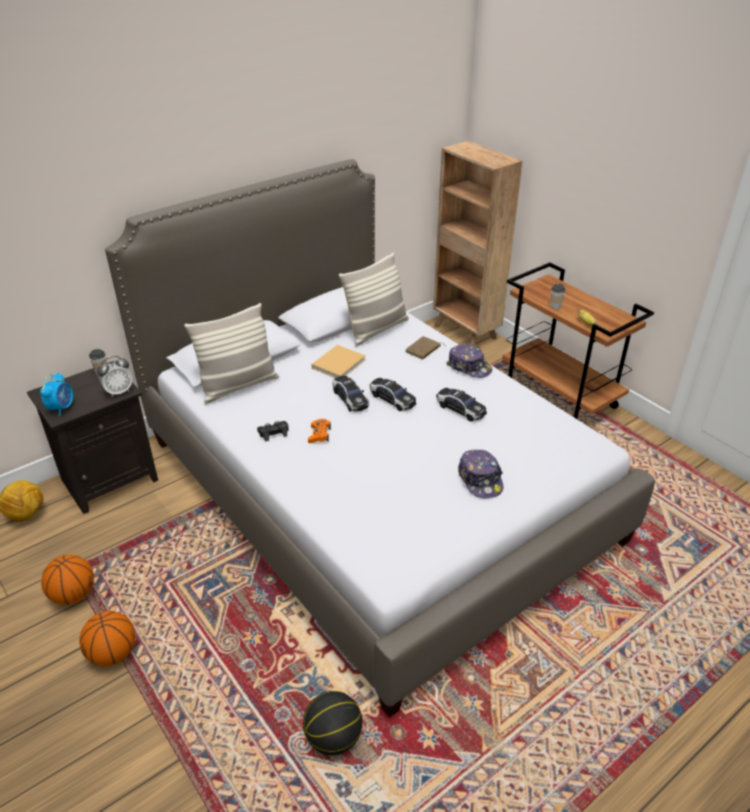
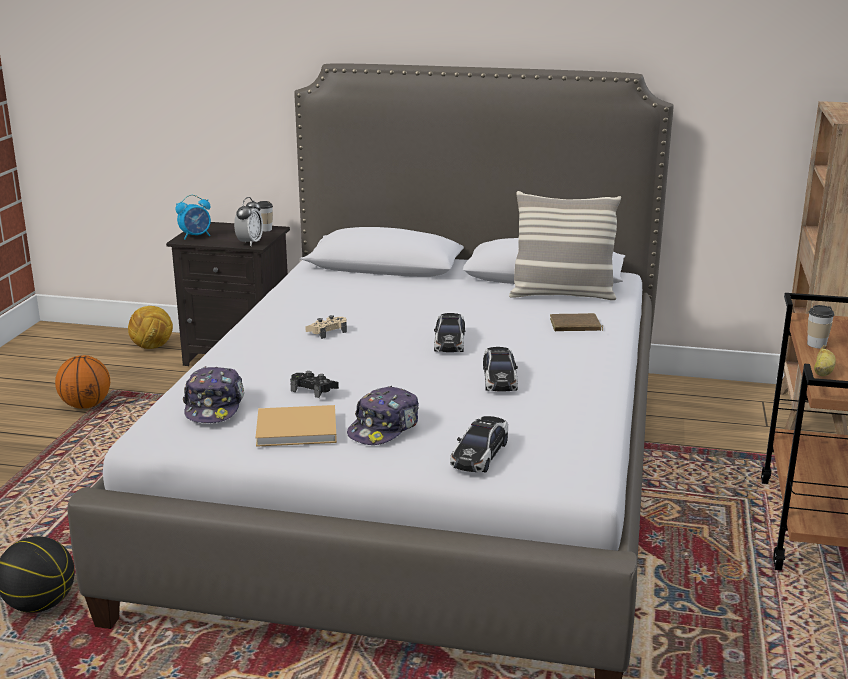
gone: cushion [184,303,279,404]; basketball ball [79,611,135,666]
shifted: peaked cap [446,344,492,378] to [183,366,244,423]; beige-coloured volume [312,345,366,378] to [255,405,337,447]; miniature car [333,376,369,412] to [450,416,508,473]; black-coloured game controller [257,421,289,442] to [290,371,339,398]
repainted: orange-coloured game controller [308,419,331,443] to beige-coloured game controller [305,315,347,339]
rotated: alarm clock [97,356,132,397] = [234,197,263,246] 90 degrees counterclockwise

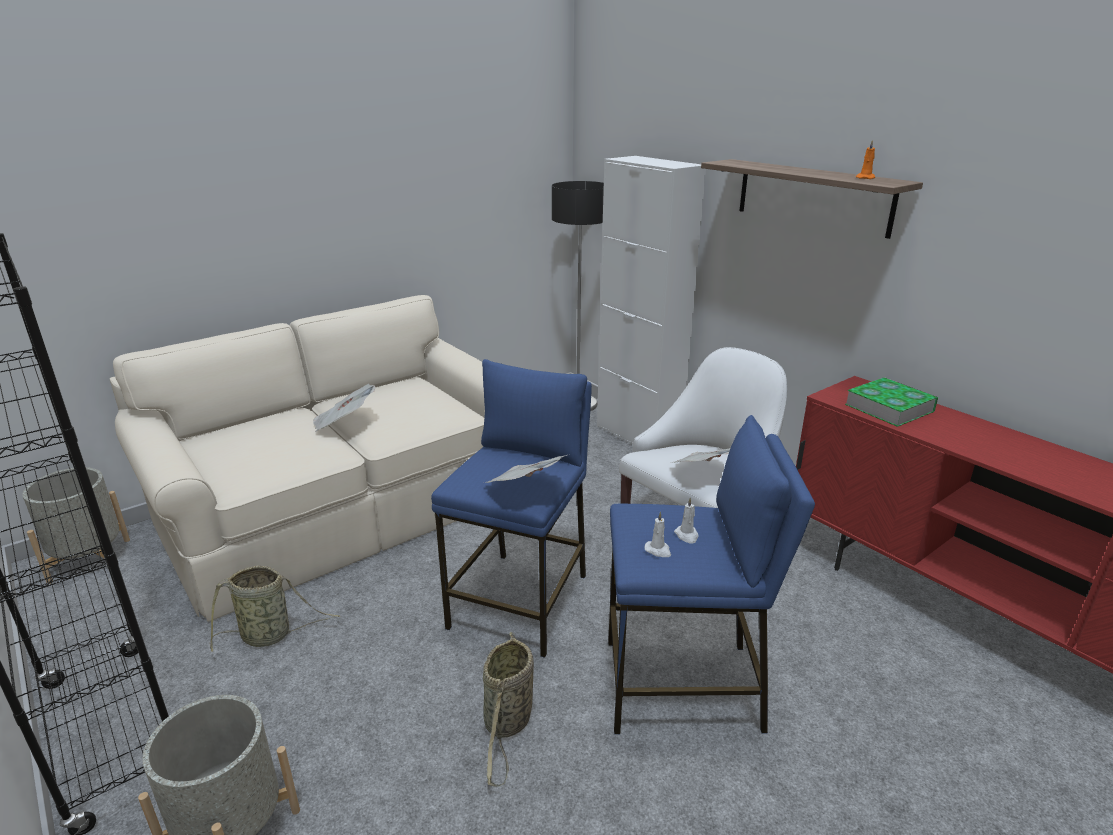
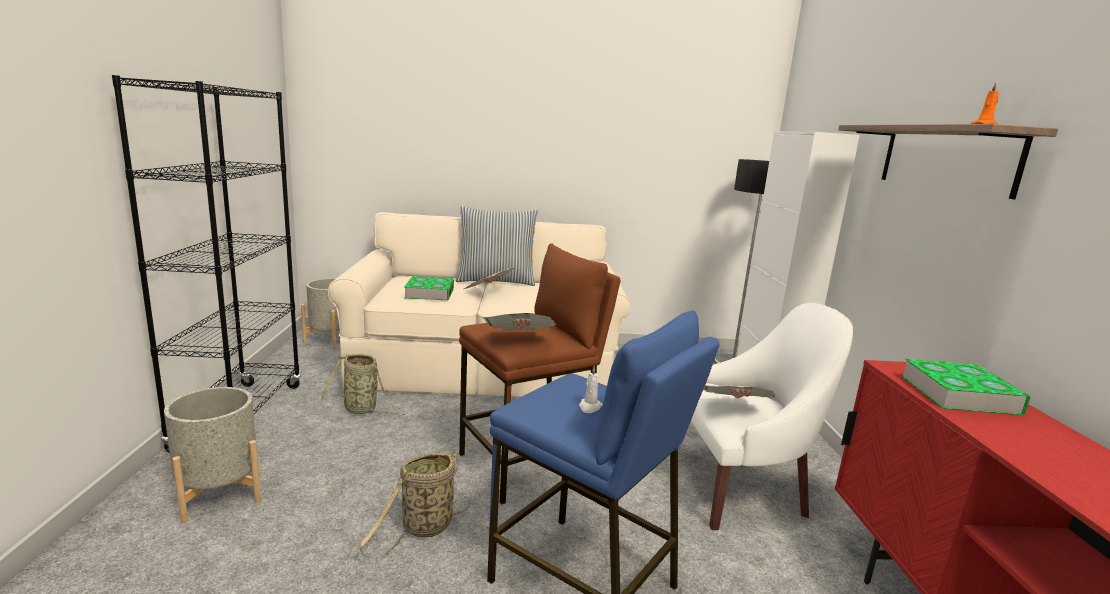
gone: whitish wax candle [644,511,671,557]
new: cushion [455,206,538,286]; volume [404,276,454,300]
repainted: bluish stool [431,359,592,658] to brown stool [459,243,620,505]

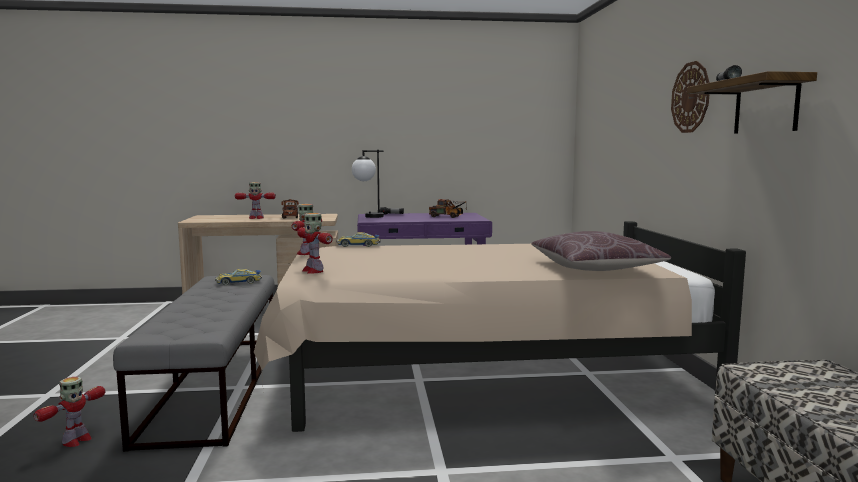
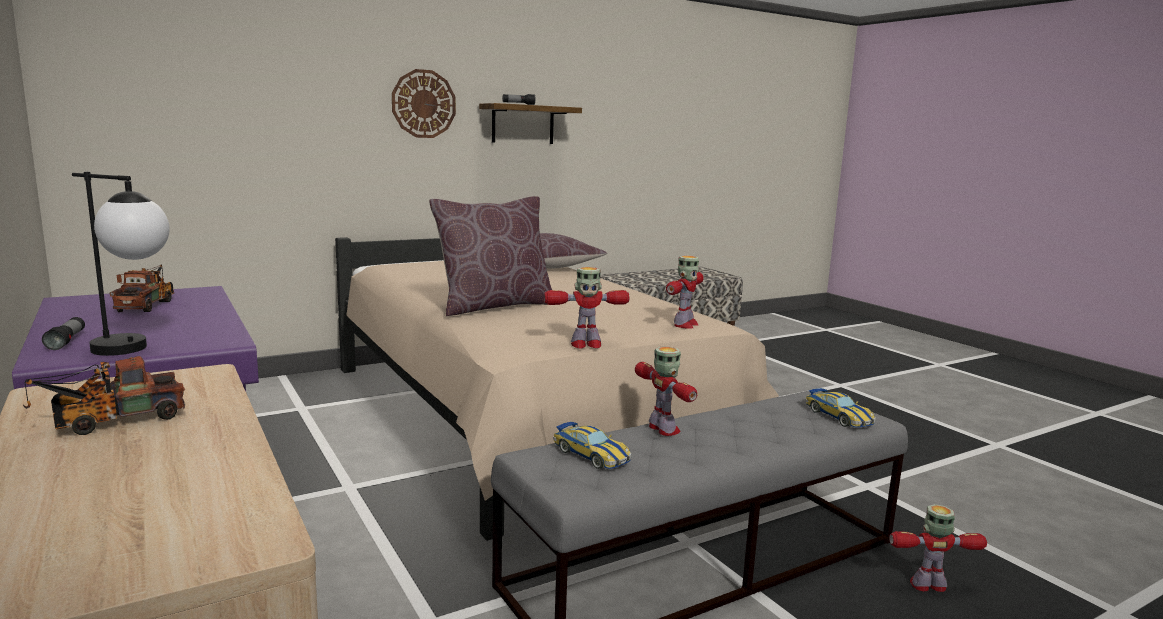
new: brown cushion [429,196,552,316]
shifted: robot figure [235,182,276,219] to [635,347,697,436]; miniature car [337,232,380,247] to [805,388,876,428]

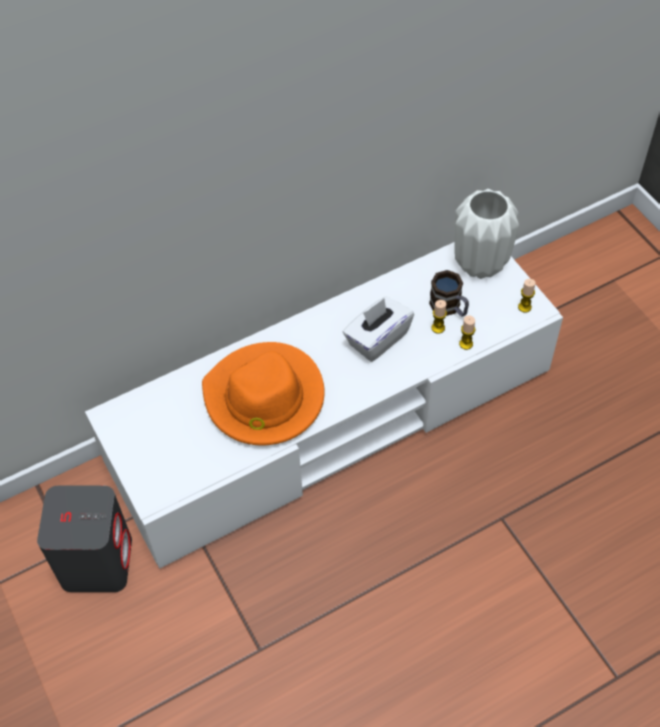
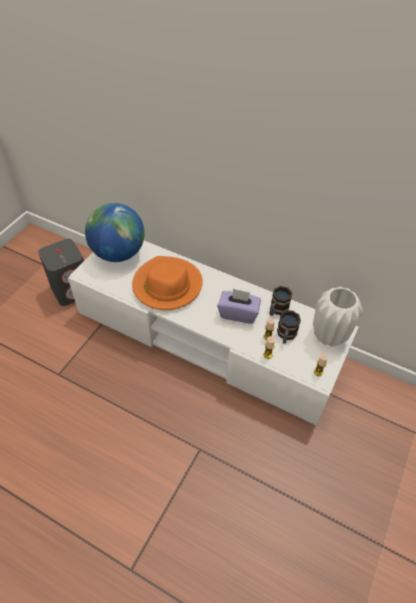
new: desk globe [85,203,145,262]; coffee mug [270,286,292,316]
repainted: whitish tissue holder [343,296,414,362] to purplish tissue holder [217,288,261,324]

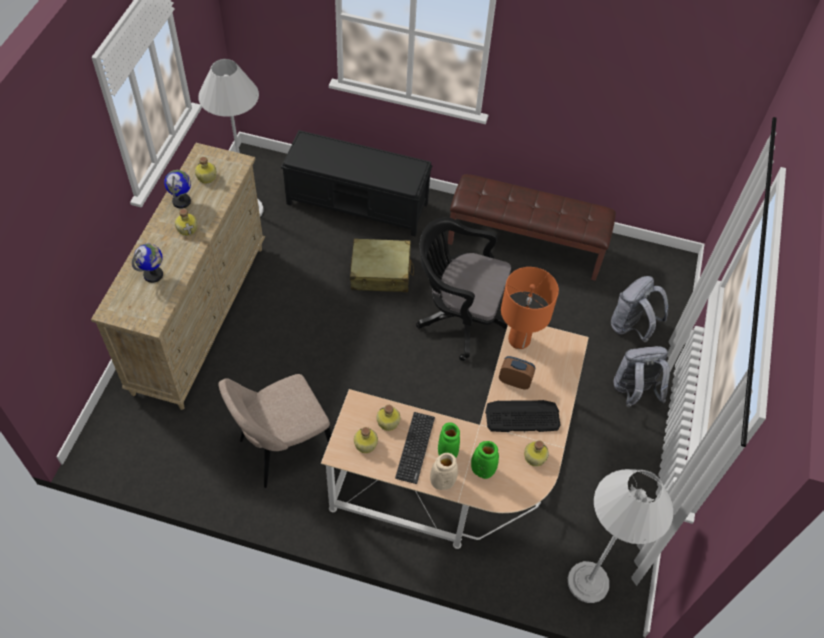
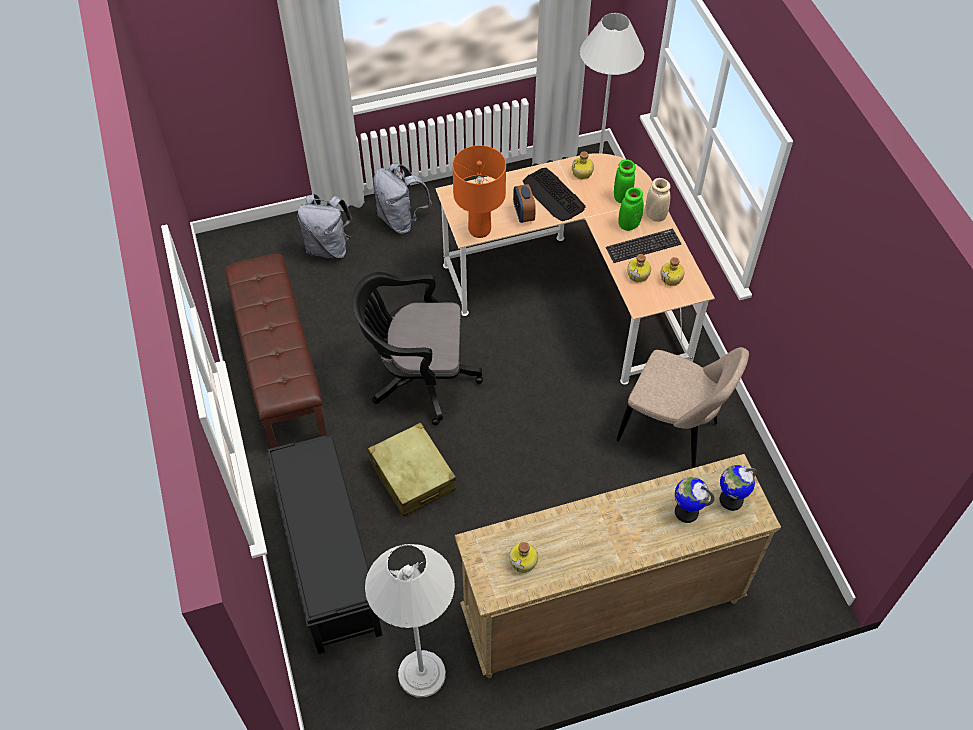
gone: beverage bottle [175,209,197,236]
shifted: desk globe [164,170,191,209] to [720,465,757,511]
rotated: black-coloured office chair [416,217,512,361] = [353,272,483,426] 105 degrees clockwise

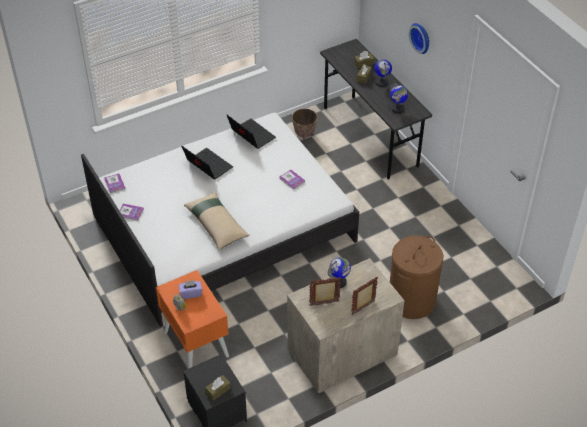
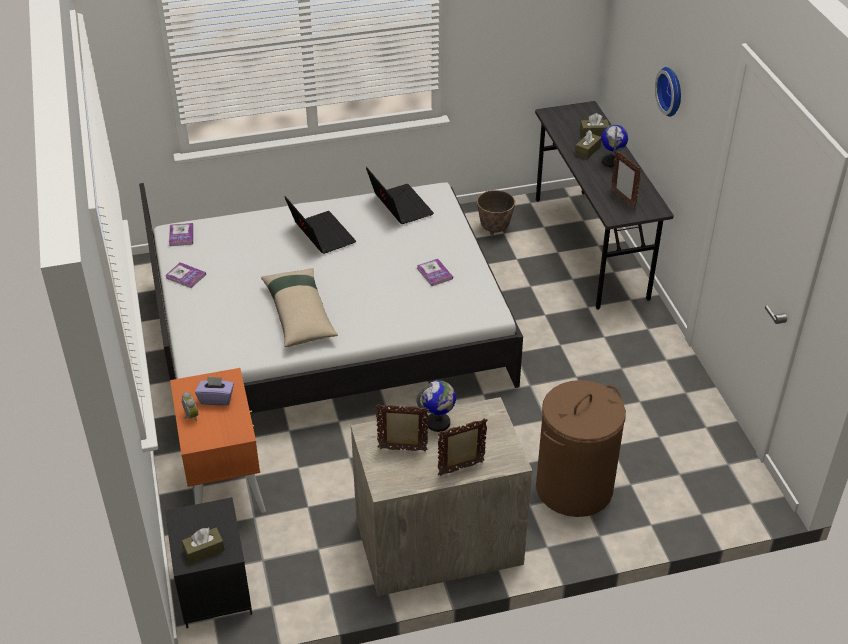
swapped: desk globe [390,84,408,113] to photo frame [611,150,642,210]

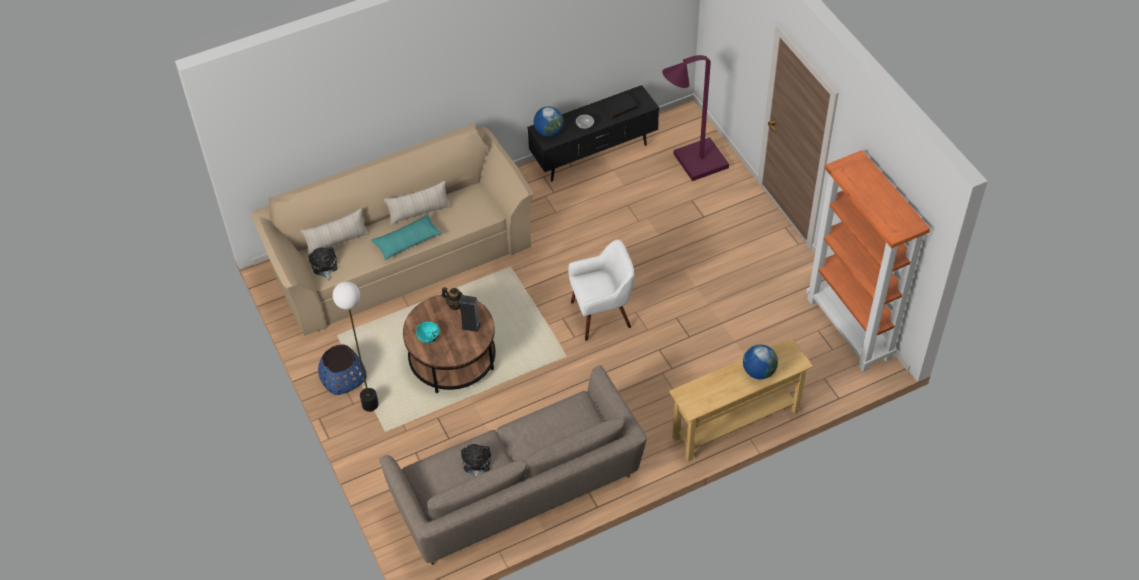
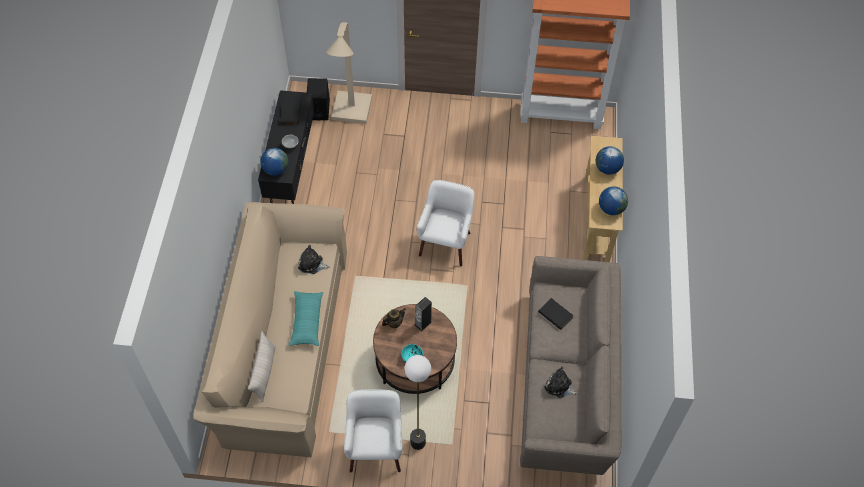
gone: beige-coloured cushion [384,181,450,225]
new: black-coloured loudspeaker [307,78,330,121]; desk globe [599,187,628,215]; black-coloured volume [538,298,574,330]
shifted: plush toy [308,247,337,281] to [298,245,330,274]
swapped: bluish flower pot [318,344,367,395] to whitish easy chair [344,390,403,472]
repainted: purplish standing lamp [662,55,729,181] to beige-coloured standing lamp [326,22,372,124]

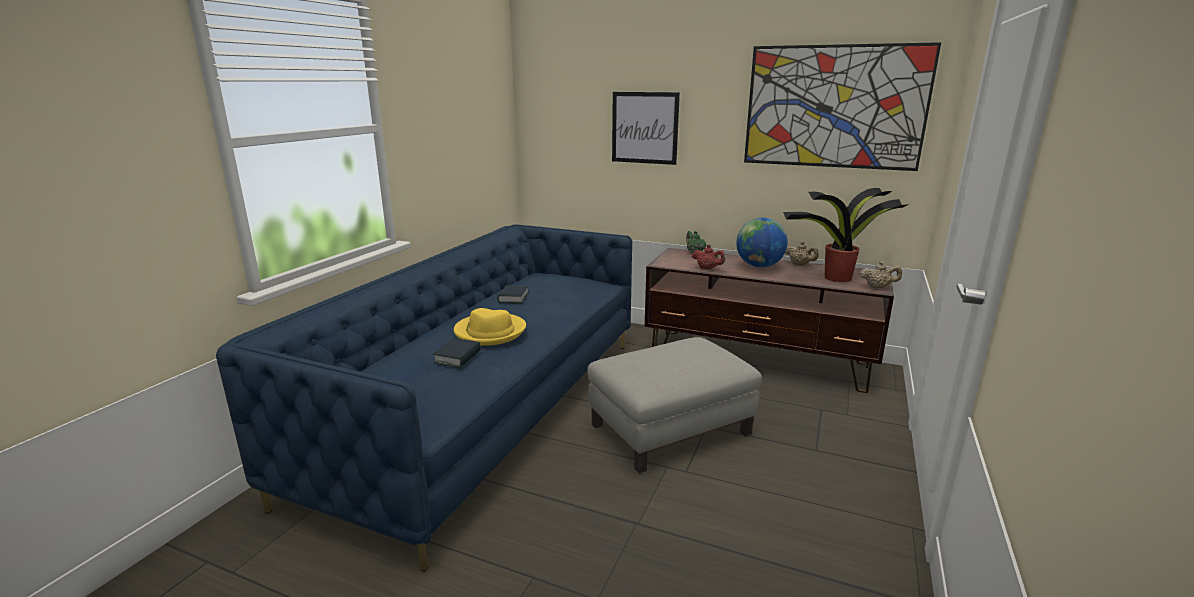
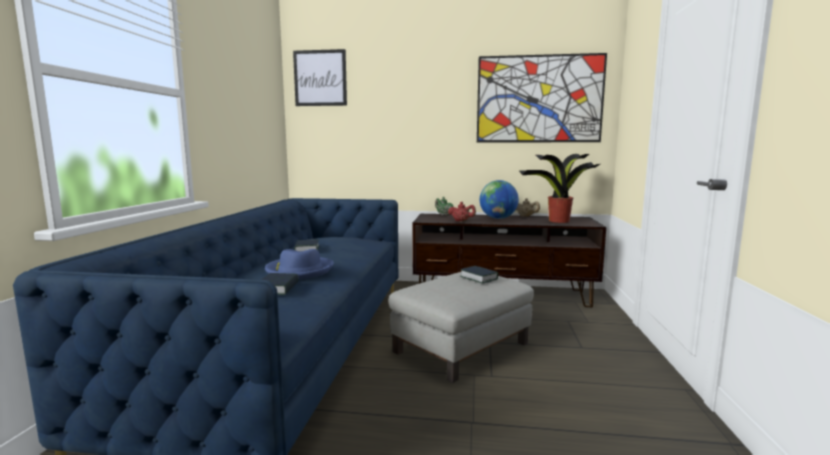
gone: beige-coloured tea pot [860,261,902,288]
new: volume [460,266,498,284]
shifted: picture [612,92,680,165] to [293,49,347,106]
repainted: yellow clothing hat [454,308,526,345] to bluish clothing hat [265,249,334,279]

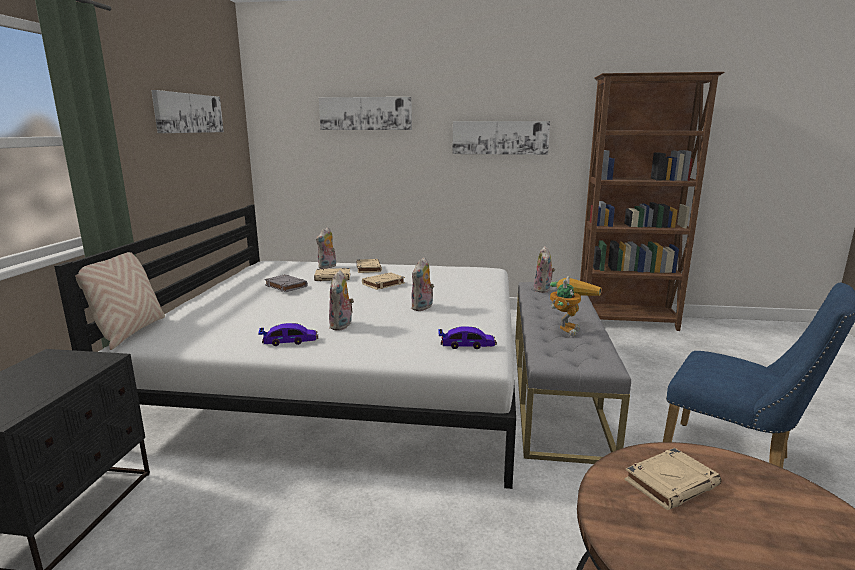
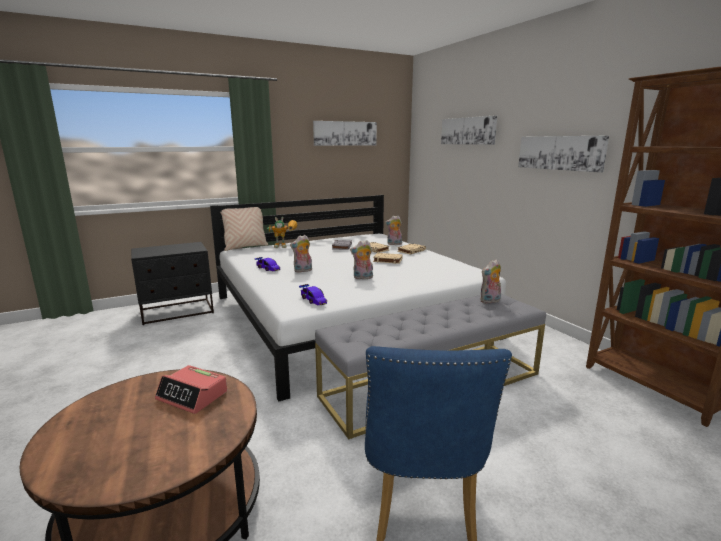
shifted: robot figure [550,276,602,336] to [267,217,297,248]
swapped: beige-coloured volume [624,448,721,510] to alarm clock [155,365,227,414]

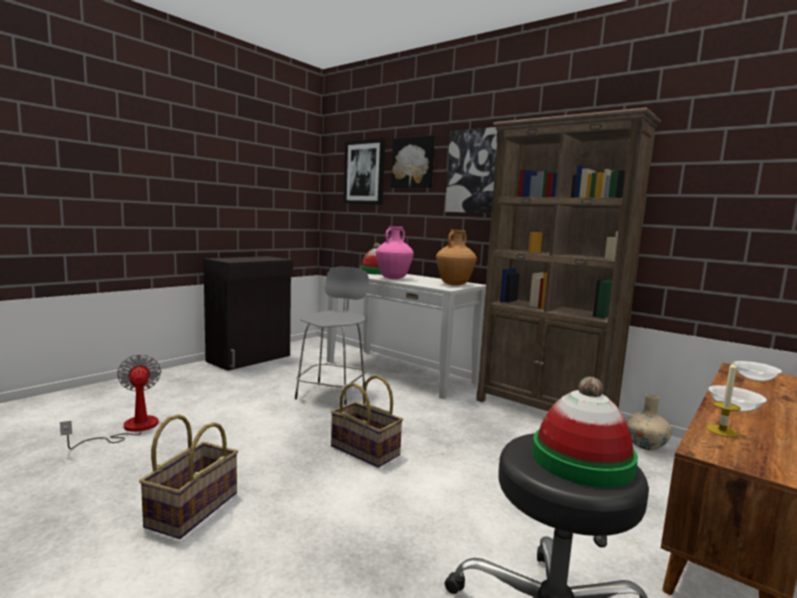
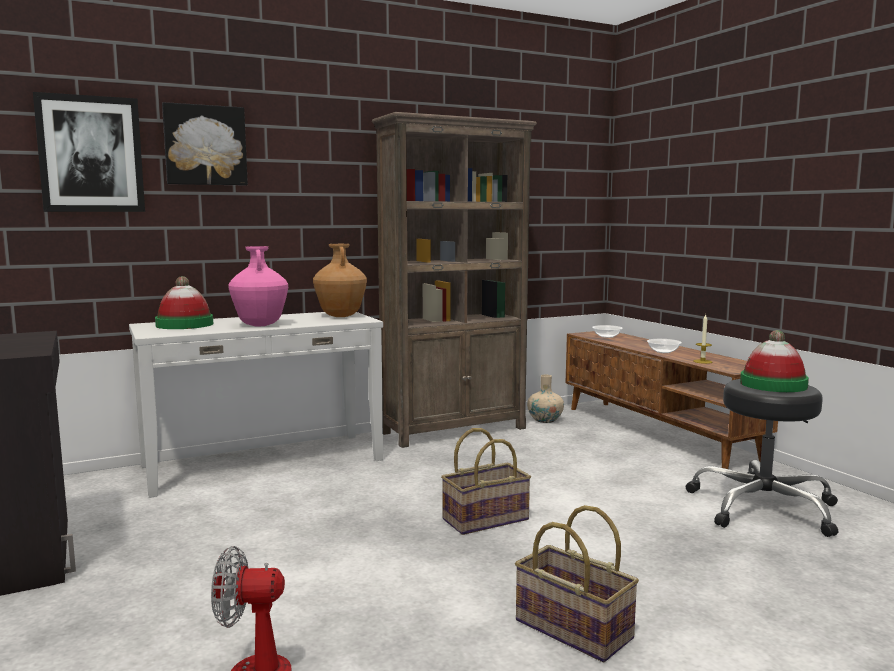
gone: picture [445,127,497,213]; gray stool [295,267,369,405]

